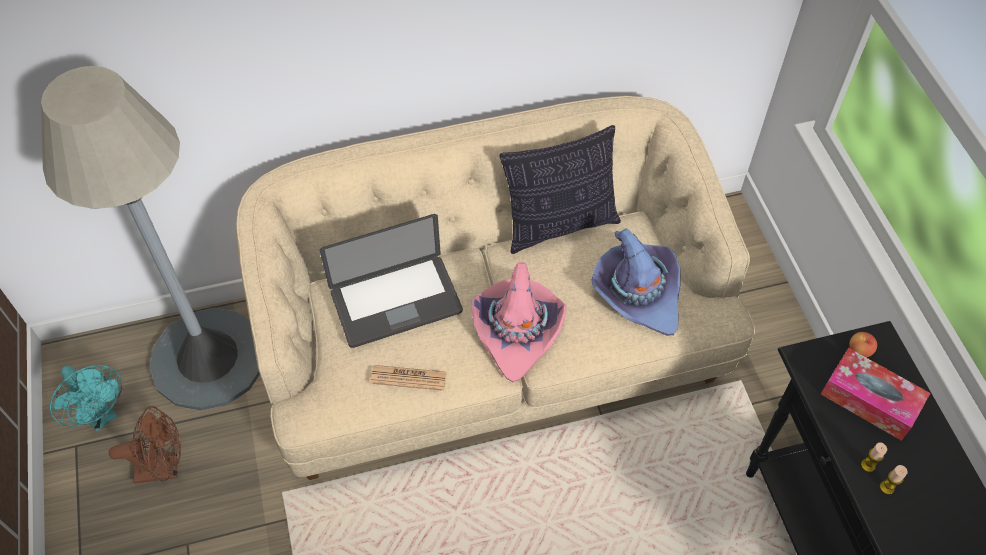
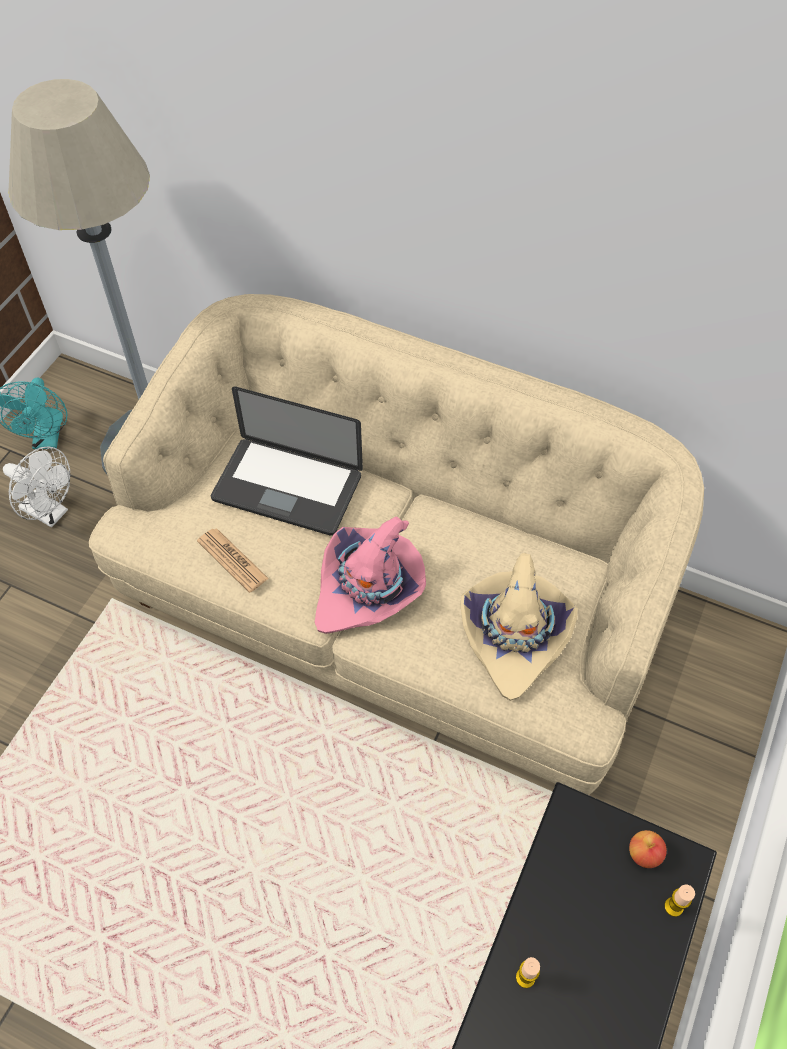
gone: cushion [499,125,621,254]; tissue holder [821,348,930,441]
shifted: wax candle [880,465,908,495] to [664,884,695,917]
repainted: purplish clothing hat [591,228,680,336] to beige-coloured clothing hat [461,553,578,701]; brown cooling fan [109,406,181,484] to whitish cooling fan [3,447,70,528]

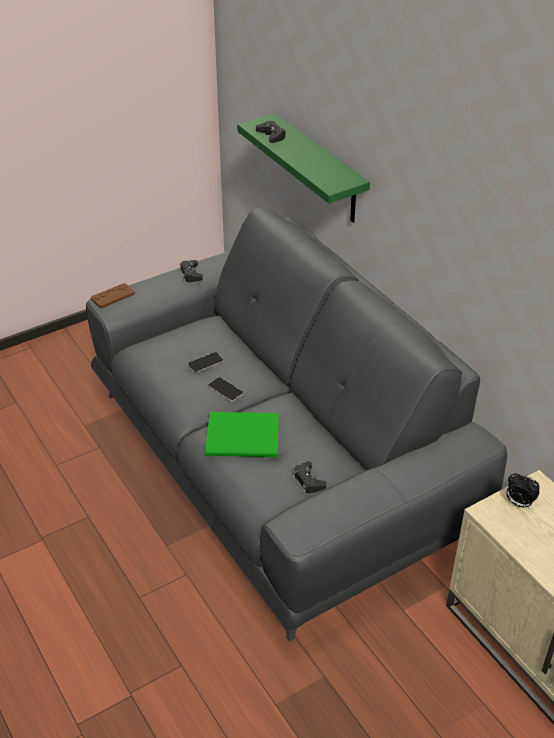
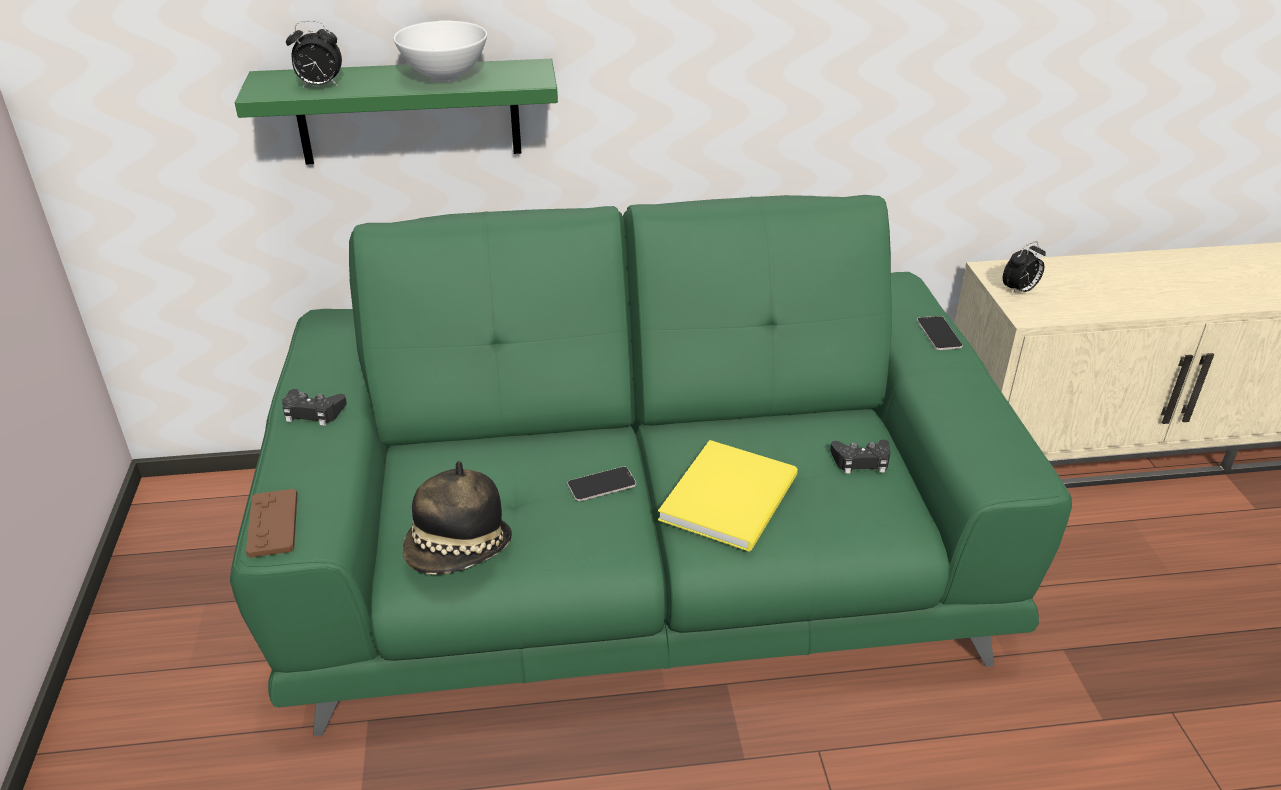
new: whitish bowl [393,21,487,83]; clothing hat [403,461,512,575]
shifted: telephone [188,352,224,373] to [917,316,963,350]
swapped: black-coloured game controller [256,121,286,143] to alarm clock [286,21,342,88]
repainted: gray couch [86,208,507,642] to greenish couch [230,195,1072,736]; greenish volume [205,412,279,457] to yellow volume [658,440,798,551]

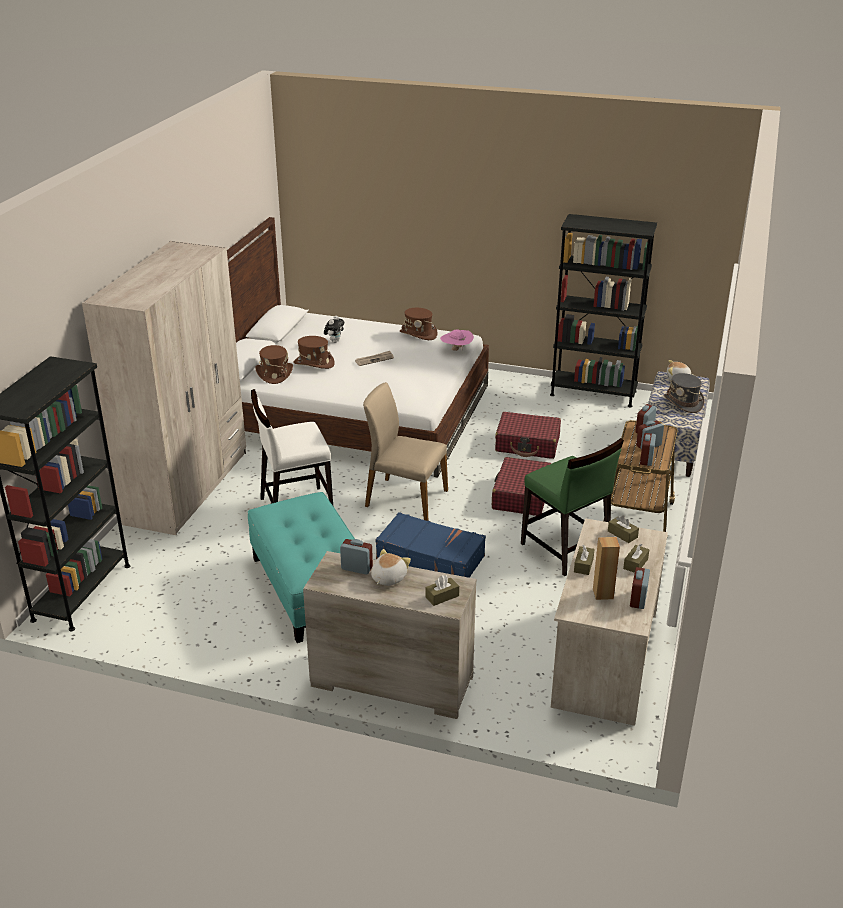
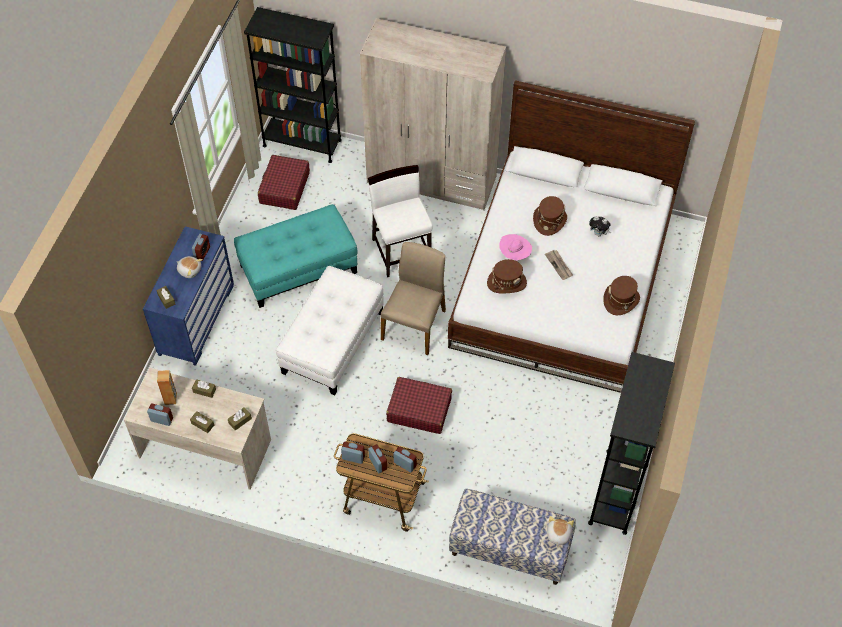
gone: gray clothing hat [664,373,704,413]; greenish upright chair [521,438,624,576]
shifted: pink clothing hat [440,329,474,351] to [500,234,532,260]; brown clothing hat [255,345,293,384] to [487,259,527,294]; red travel case [495,412,561,459] to [258,155,310,210]
swapped: bluish travel case [375,512,486,578] to whitish ottoman [276,266,384,395]
repainted: beige-coloured dresser [303,551,477,719] to bluish dresser [143,226,234,366]

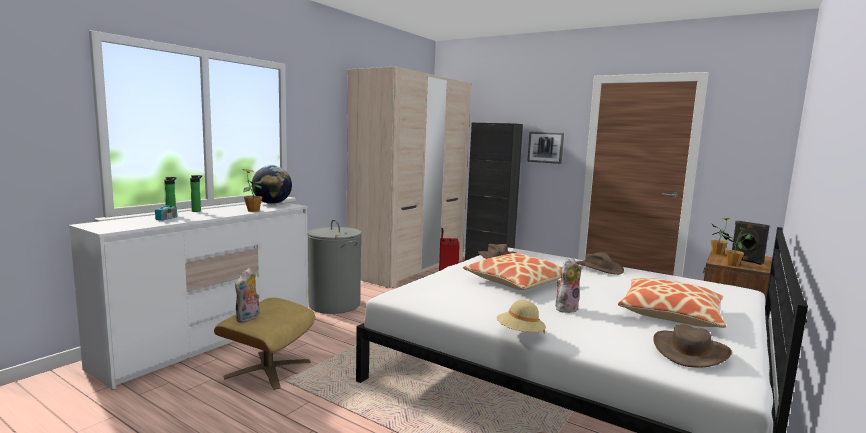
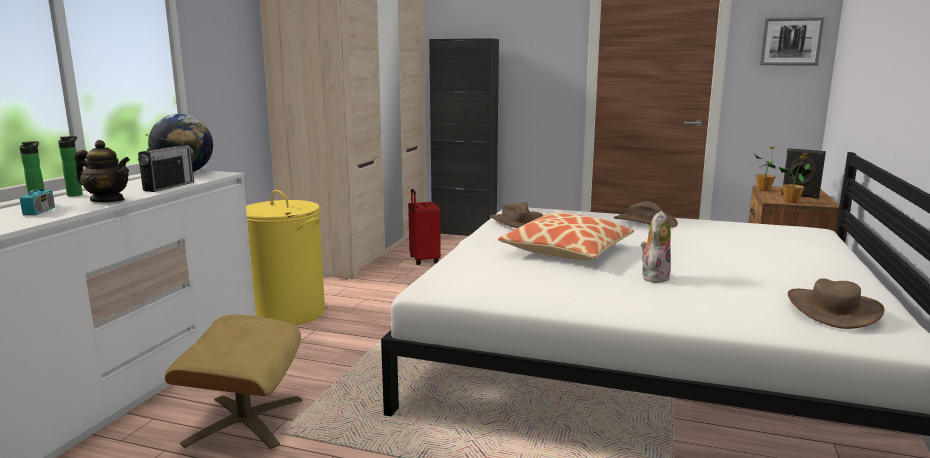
gone: plush toy [235,268,260,323]; cushion [618,278,726,328]; beige-coloured clothing hat [497,300,546,334]
new: tea pot [75,140,130,202]
shifted: picture [527,132,564,164] to [760,17,825,65]
swapped: plant in a pot [242,169,264,212] to radio [138,134,194,192]
repainted: gray washing basket [308,220,362,314] to yellow washing basket [246,190,325,326]

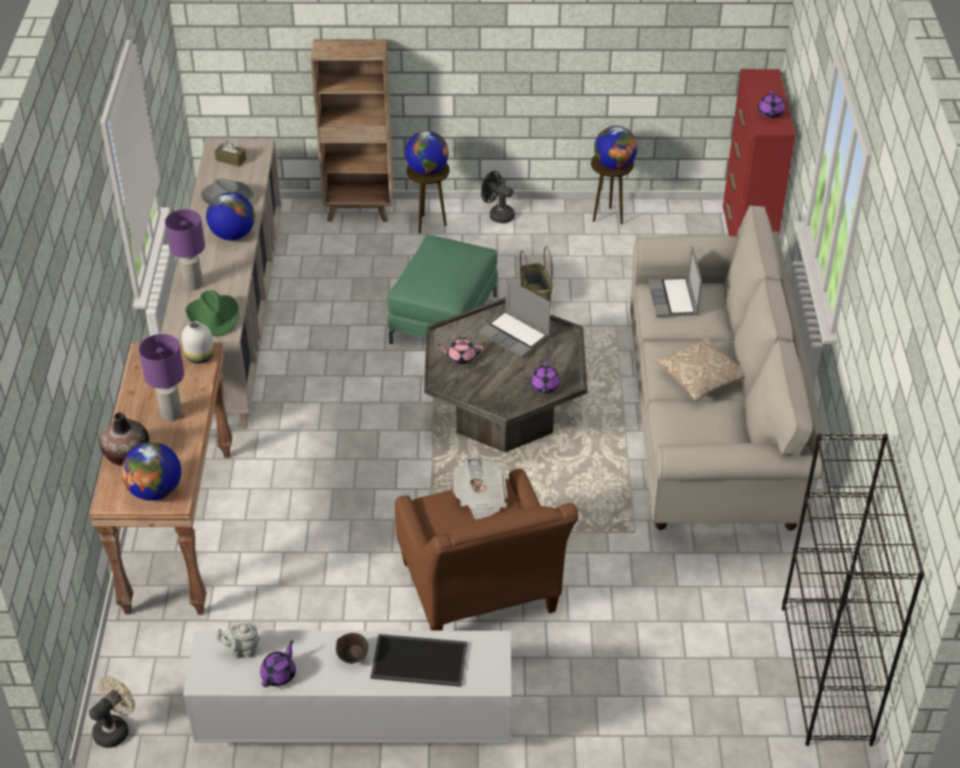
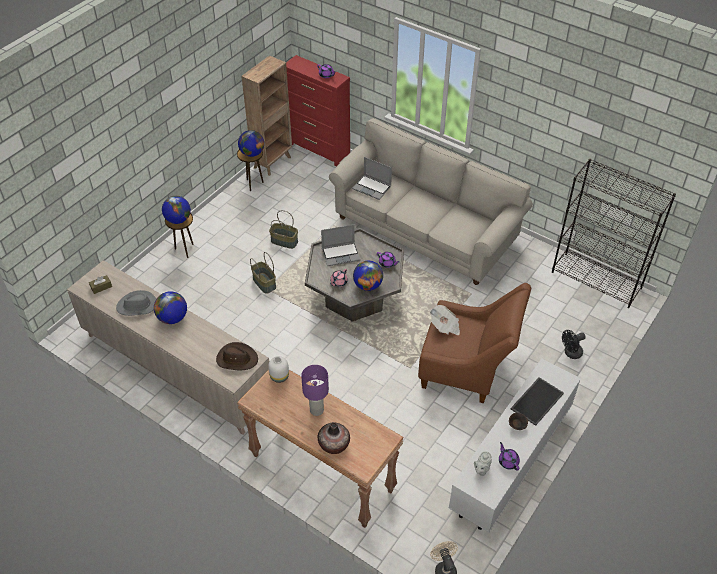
gone: purplish table lamp [165,209,205,290]; cushion [655,336,745,401]
shifted: brown bookcase [311,39,393,222] to [241,55,292,176]; black-coloured cooling fan [481,171,515,224] to [562,330,586,359]; desk globe [122,442,181,501] to [353,261,383,291]
swapped: greenish ottoman [387,235,498,344] to household basket [250,252,276,294]
repainted: greenish clothing hat [186,290,239,336] to brown clothing hat [216,342,258,371]

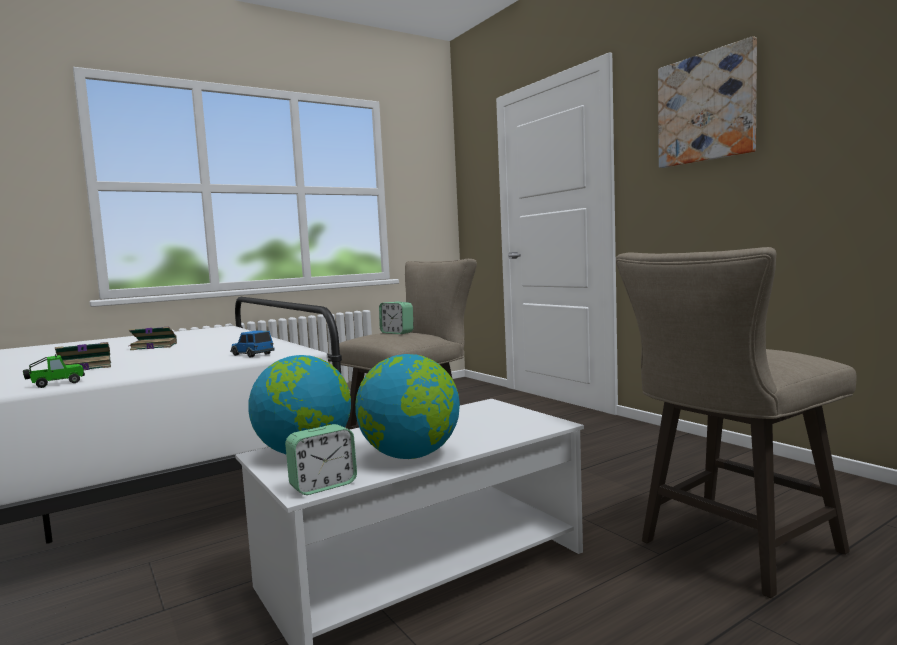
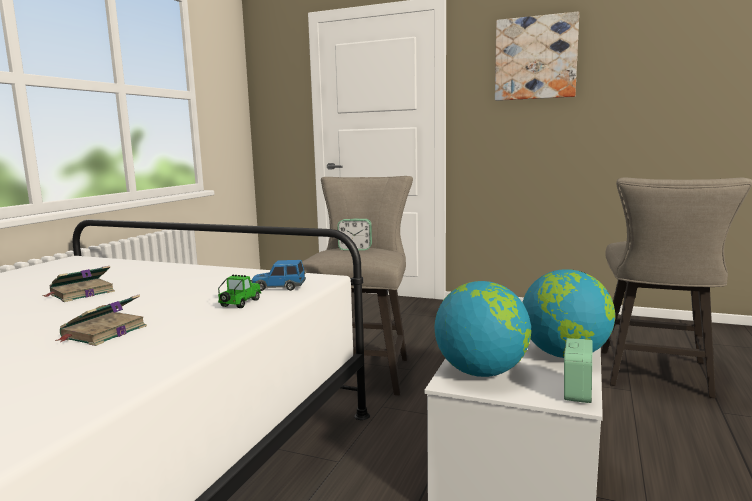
shifted: miniature car [23,354,85,388] to [218,274,261,308]

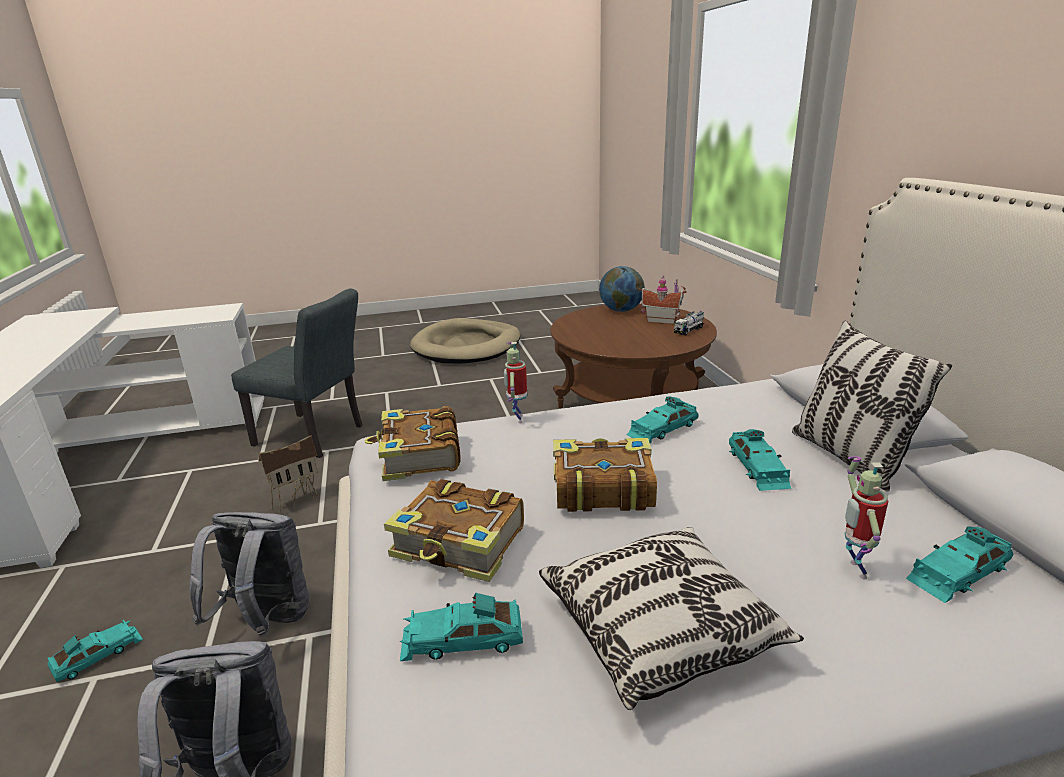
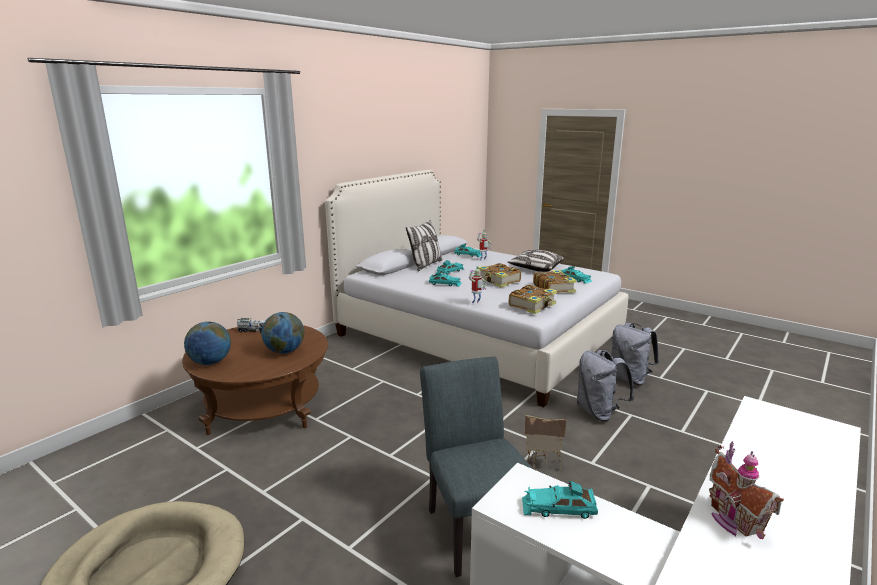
new: desk globe [261,312,304,354]
shifted: model house [639,278,687,324] to [709,441,784,539]; blue-green miniature car [47,619,143,682] to [522,481,598,519]

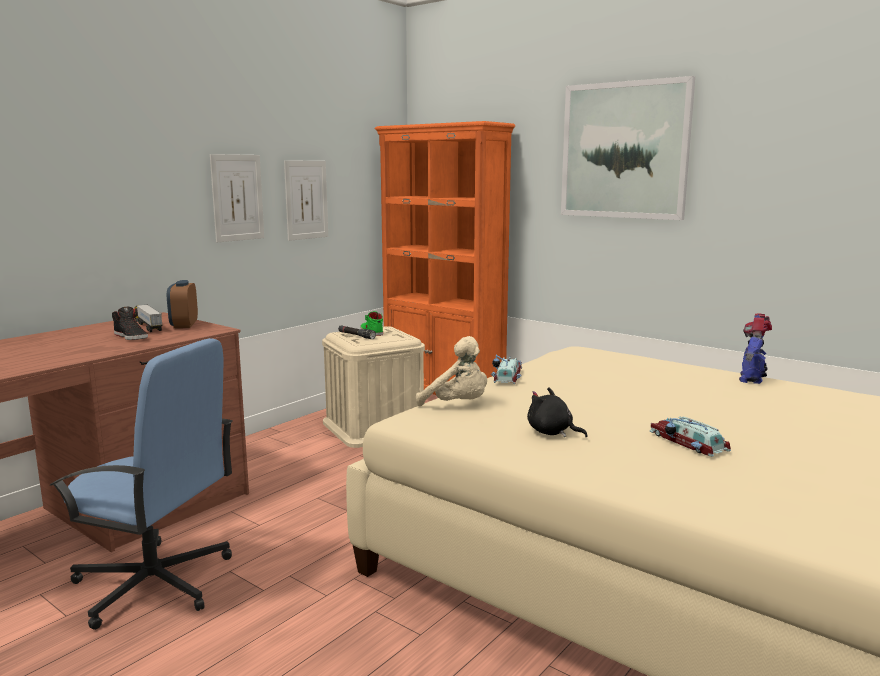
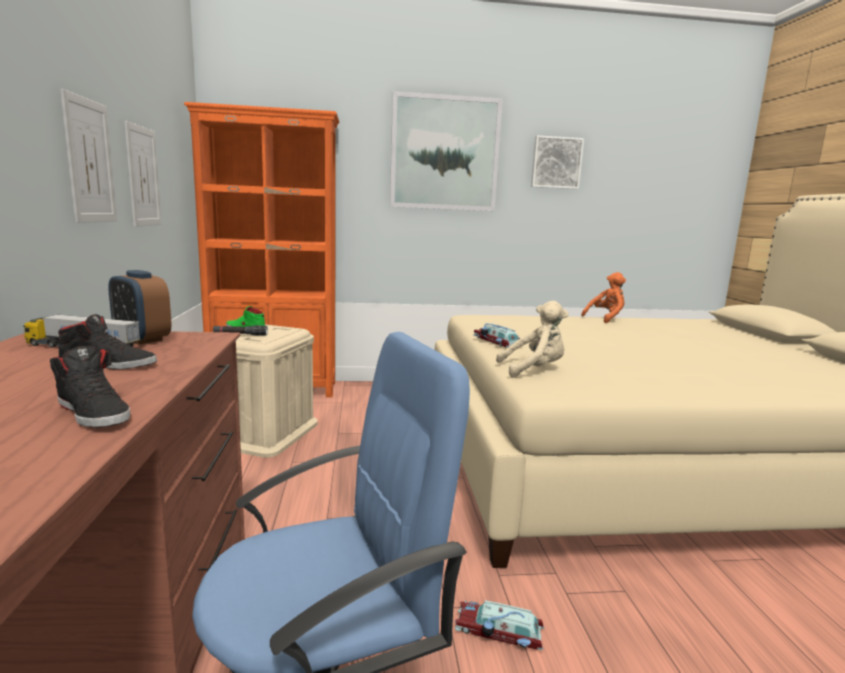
gone: black-coloured plush toy [527,387,588,437]
new: picture [531,135,584,189]; black-coloured item of footwear [50,346,131,428]
shifted: miniature car [650,416,731,457] to [455,600,545,650]
swapped: robot figure [739,314,772,384] to orange-coloured plush toy [581,272,626,323]

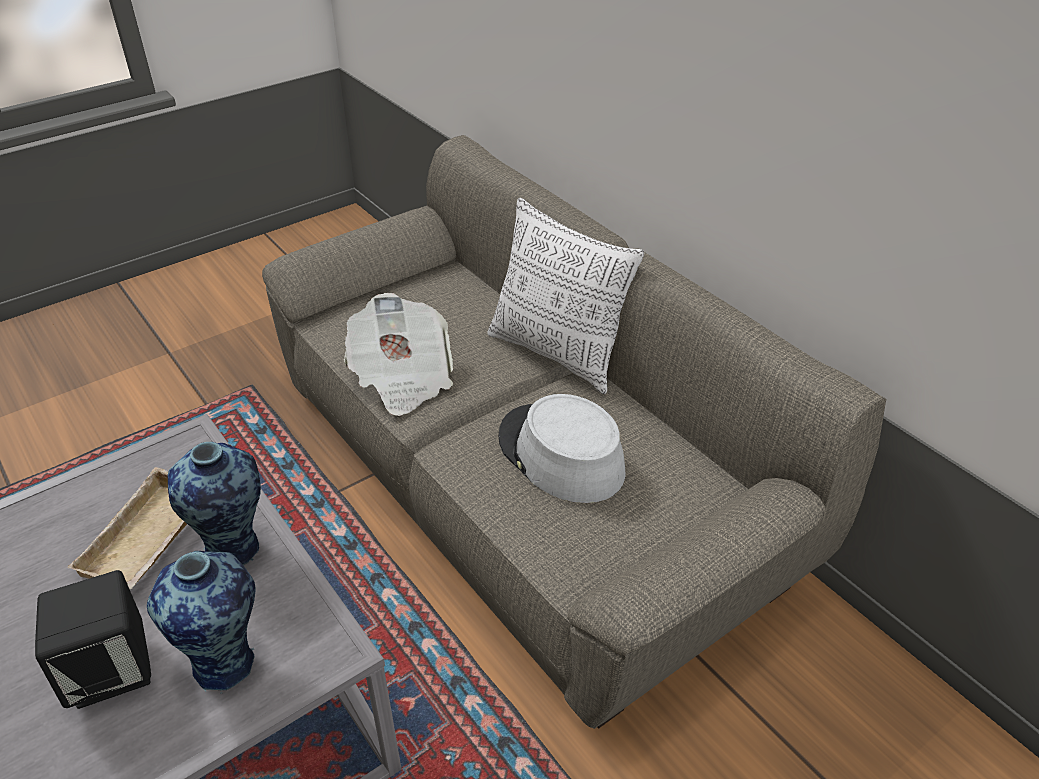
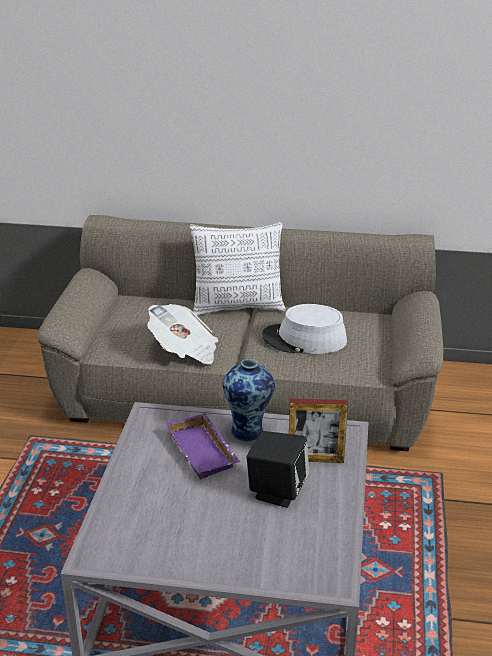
swapped: flower vase [147,551,255,693] to photo frame [289,398,348,463]
repainted: beige-coloured tray [67,467,187,589] to purplish tray [166,413,240,479]

